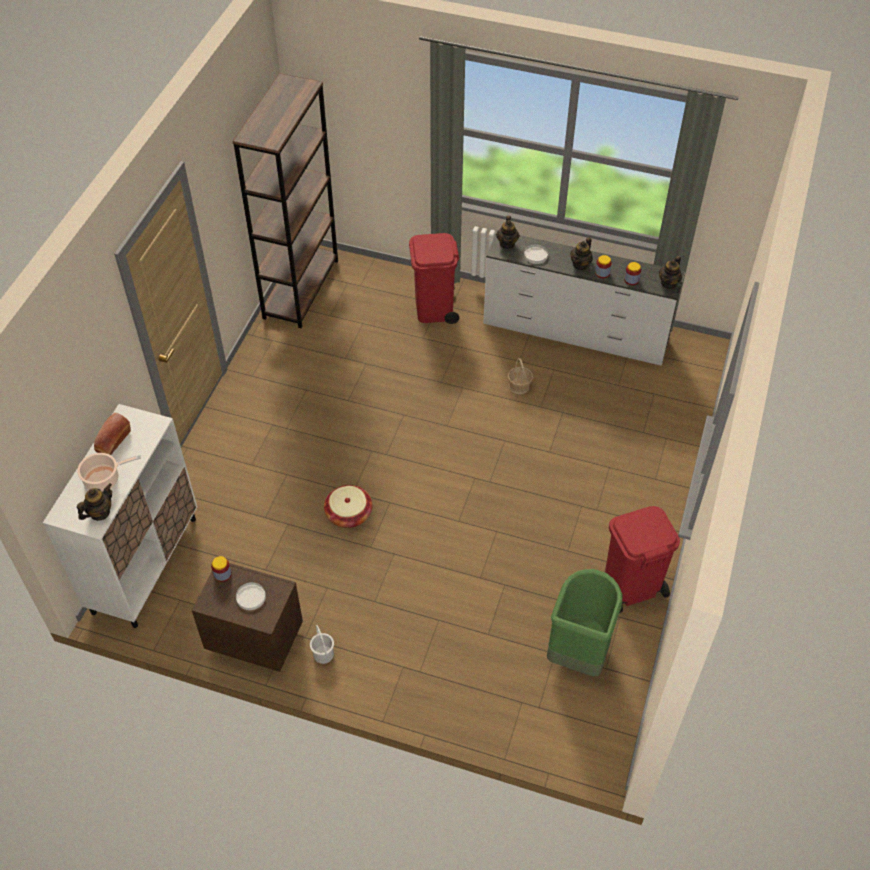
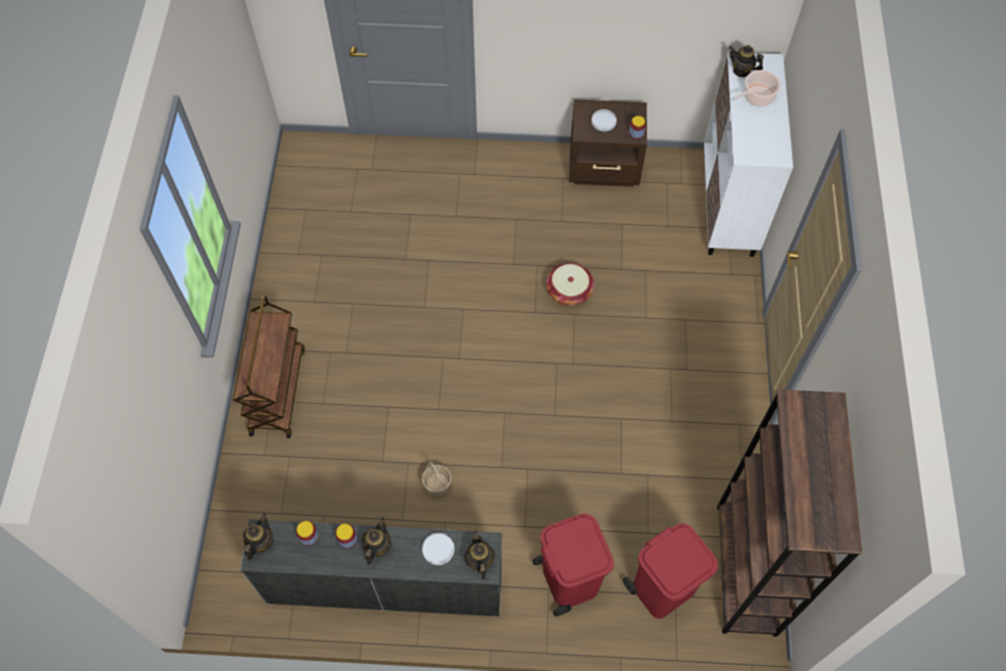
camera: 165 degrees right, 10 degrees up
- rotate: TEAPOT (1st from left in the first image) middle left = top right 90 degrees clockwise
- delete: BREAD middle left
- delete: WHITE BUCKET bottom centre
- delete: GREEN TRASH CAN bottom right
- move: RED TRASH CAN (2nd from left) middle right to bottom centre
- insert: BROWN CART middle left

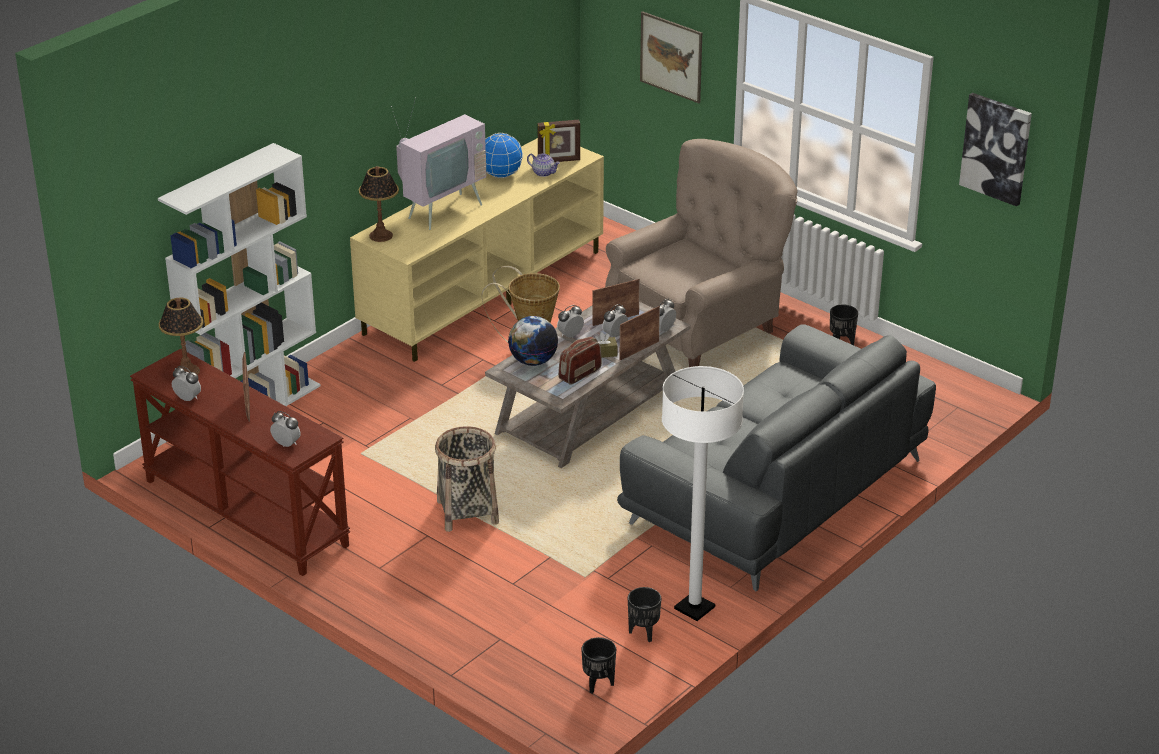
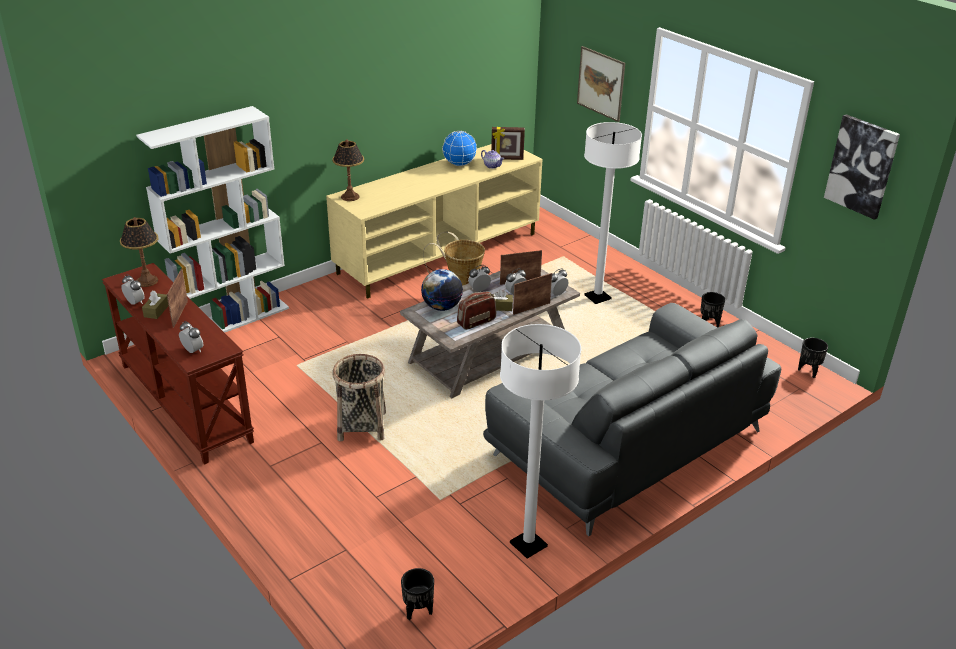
camera: 10 degrees right, 0 degrees up
- delete: TELEVISION top centre
- replace: BEIGE ARMCHAIR centre to WHITE FLOOR LAMP (2nd from left) top centre
- move: BLACK PLANTER (2nd from left in the first image) bottom centre to BLACK PLANTER (3rd from left) middle right
- insert: BROWN TISSUE BOX (1st from left) middle left

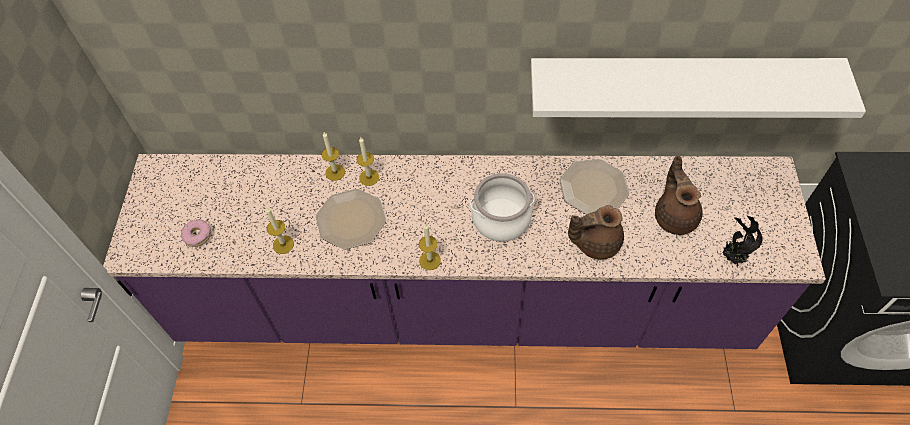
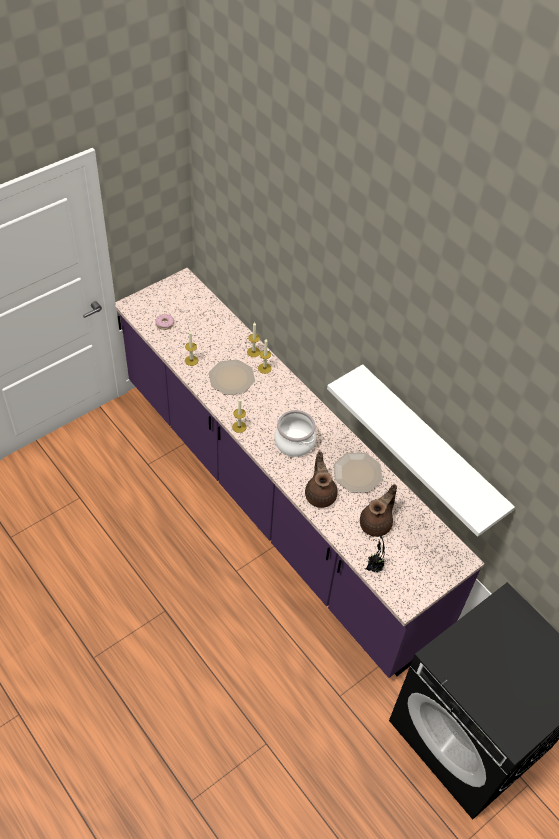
camera: 45 degrees right, 5 degrees down
- rotate: BROWN TEAPOT (1st from left) centre = centre 45 degrees clockwise

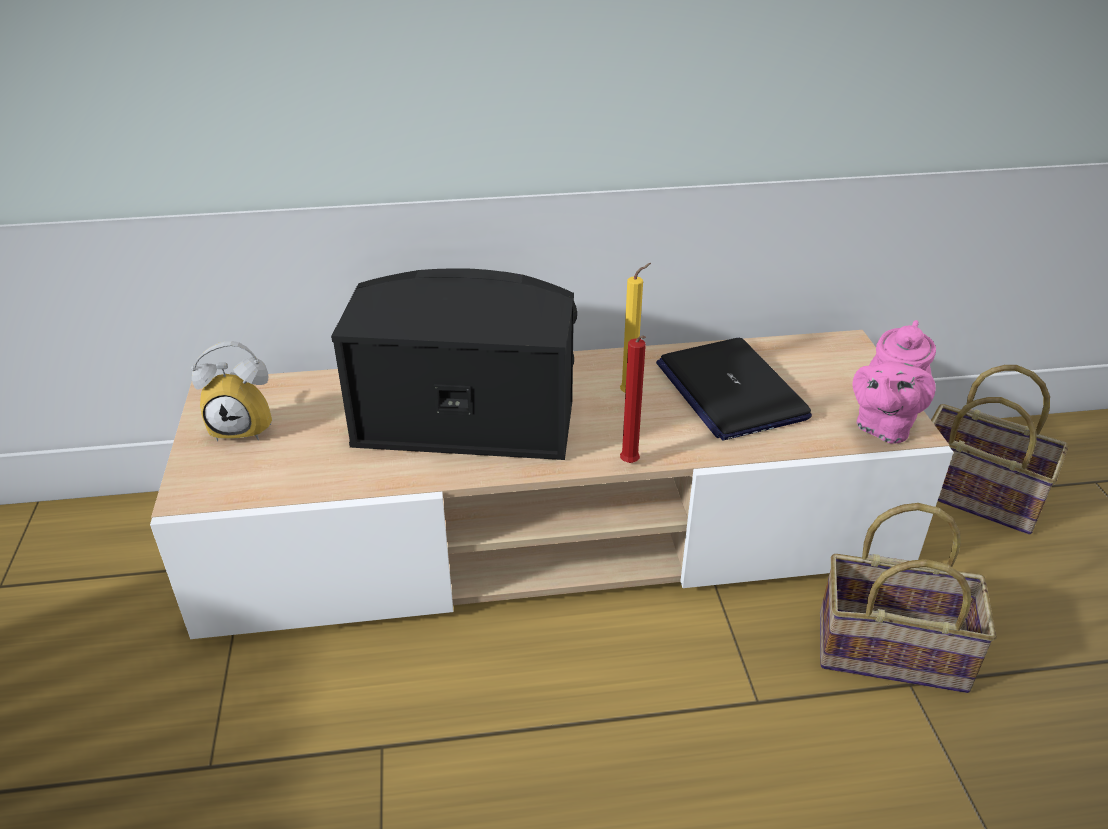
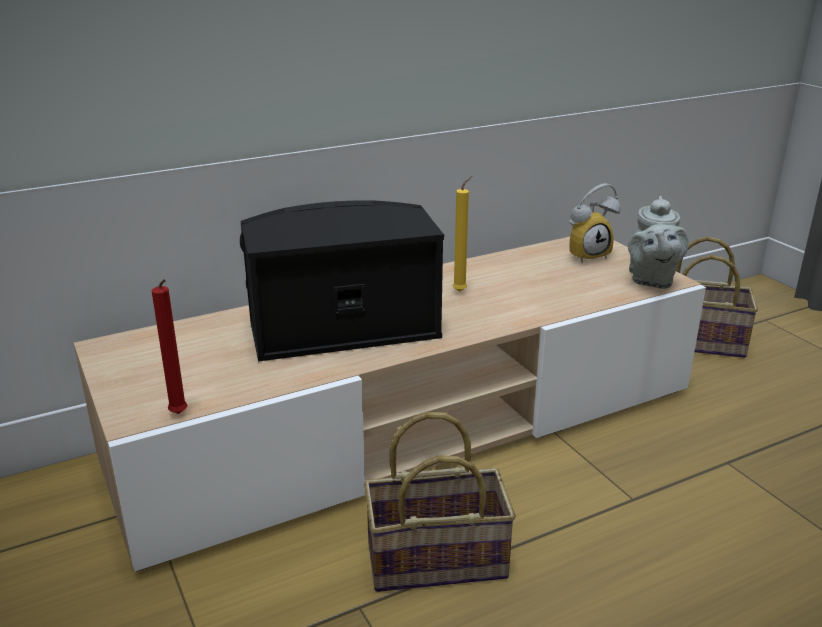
camera: 20 degrees left, 10 degrees down
- move: ALARM CLOCK middle left to middle right
- move: RED CANDLE centre to middle left
- delete: LAPTOP centre
- move: BASKET (1st from left) bottom right to bottom centre
- recolor: PINK TEAPOT middle right to GREY TEAPOT middle right

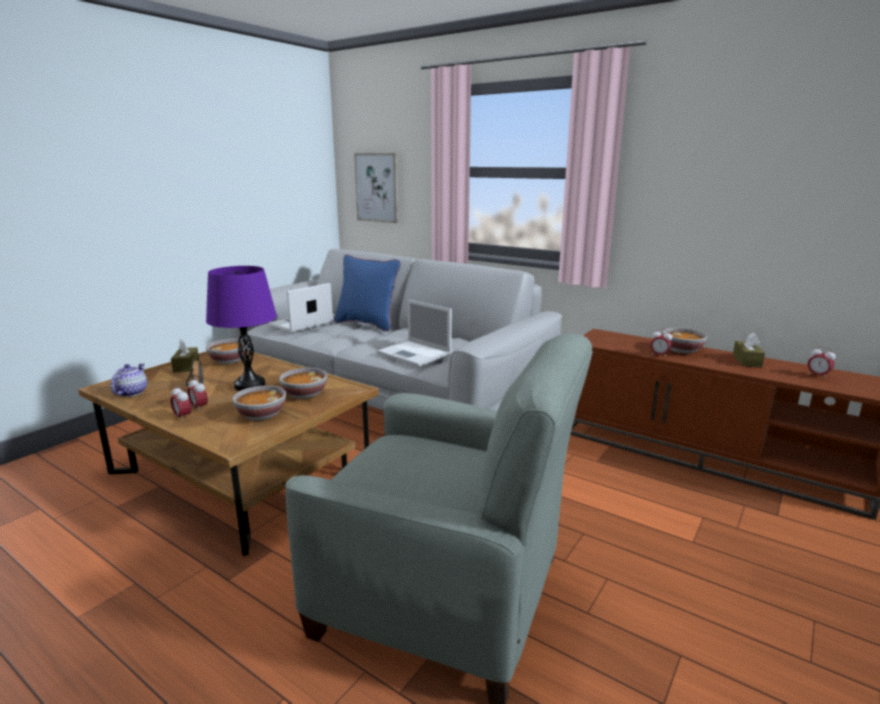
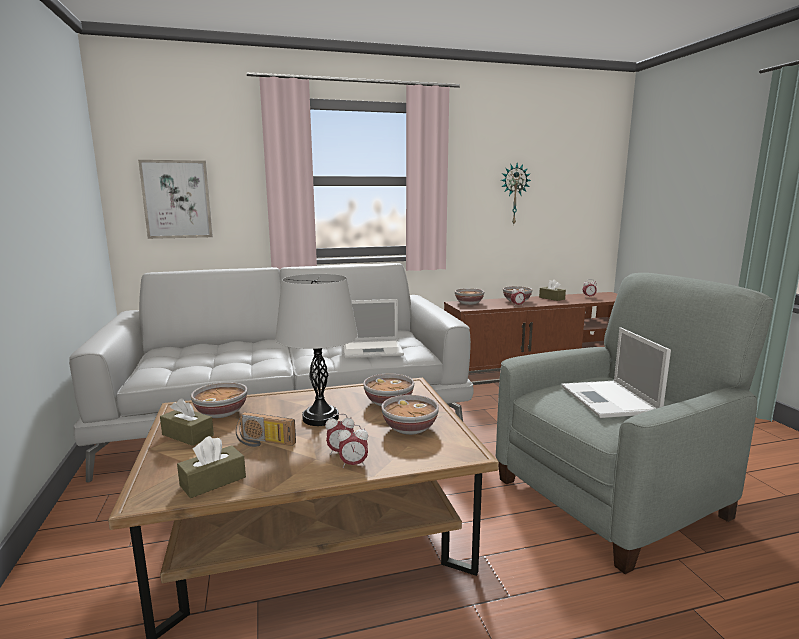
camera: 50 degrees left, 5 degrees down
- replace: TEAPOT middle left to BROWN TISSUE BOX (2nd from left) bottom left
- recolor: PURPLE TABLE LAMP middle left to GREY TABLE LAMP centre
- move: LAPTOP (1st from left in the first image) centre to LAPTOP (2nd from left) middle right
- delete: BLUE PILLOW centre
- insert: BOWL (4th from left) centre
- insert: WALL CLOCK top centre

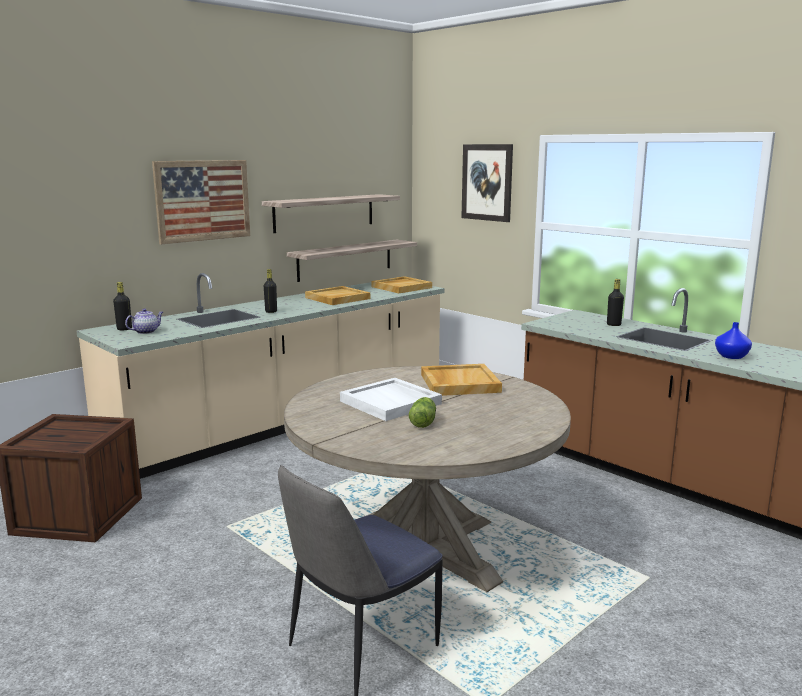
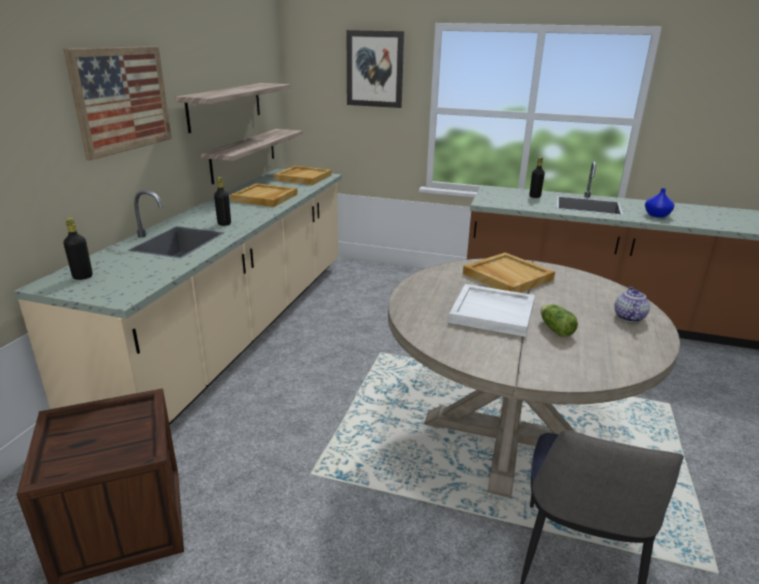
camera: 30 degrees left, 10 degrees up
- move: TEAPOT middle left to middle right

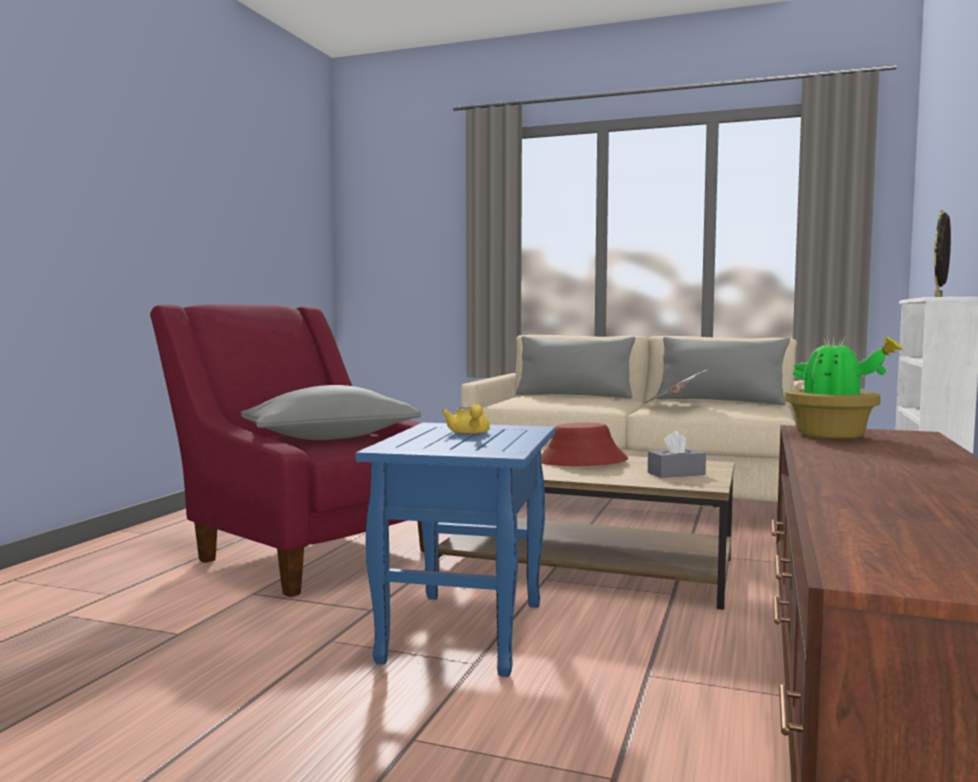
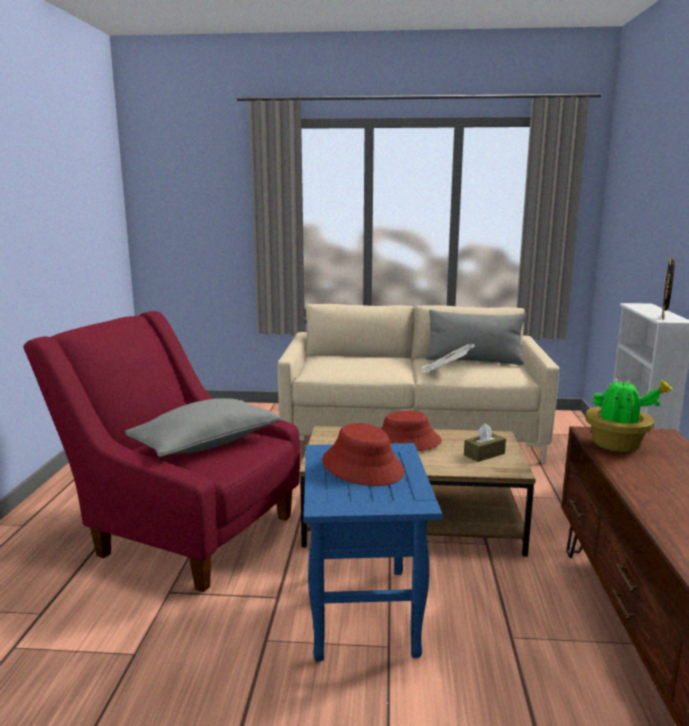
camera: 15 degrees left, 10 degrees up
- replace: YELLOW TEAPOT centre to RED HAT (1st from left) centre
- delete: GREY PILLOW (2nd from left) centre
- recolor: GREY TISSUE BOX middle right to BROWN TISSUE BOX middle right

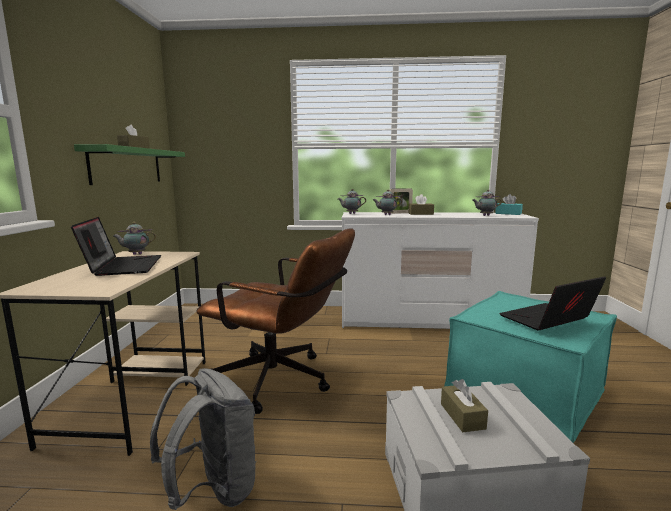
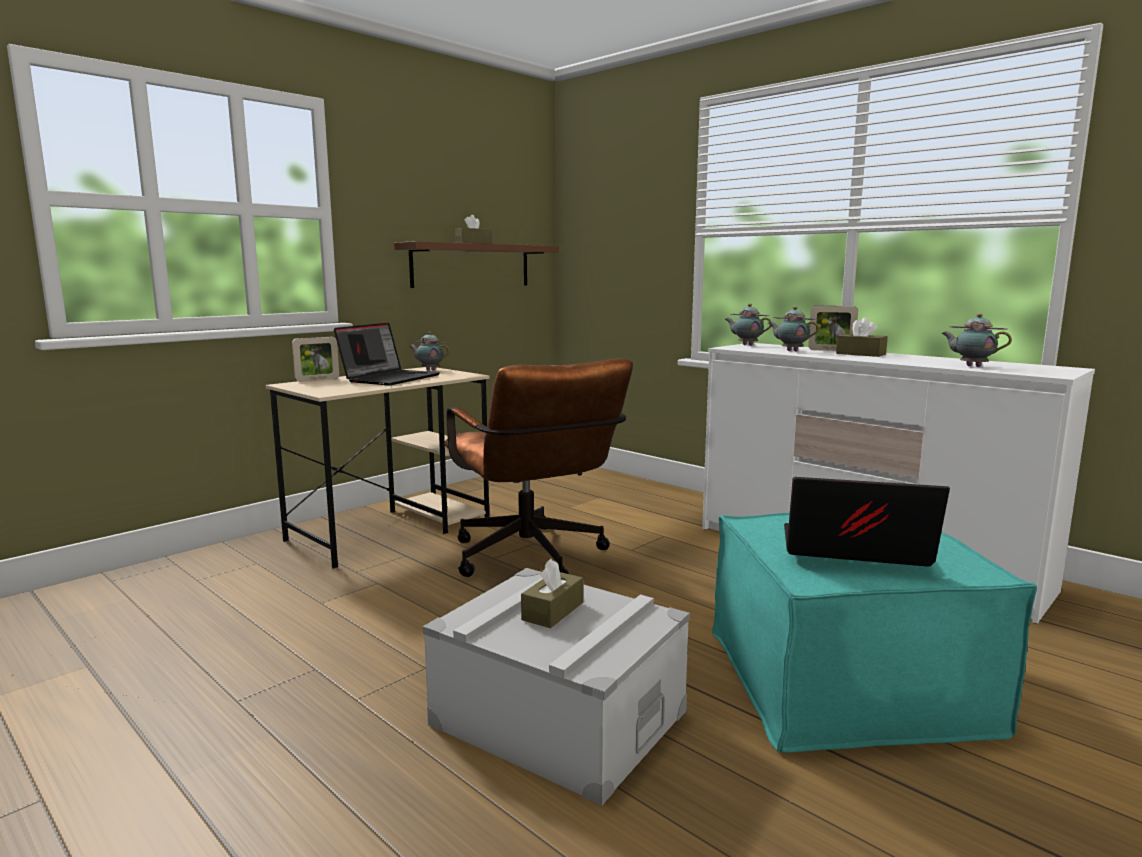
camera: 40 degrees right, 0 degrees up
- recolor: GREEN SHELF top left to BROWN SHELF top centre
- delete: GREY BACKPACK bottom left
- delete: TURQUOISE TISSUE BOX middle right
- insert: PICTURE FRAME (1st from left) middle left

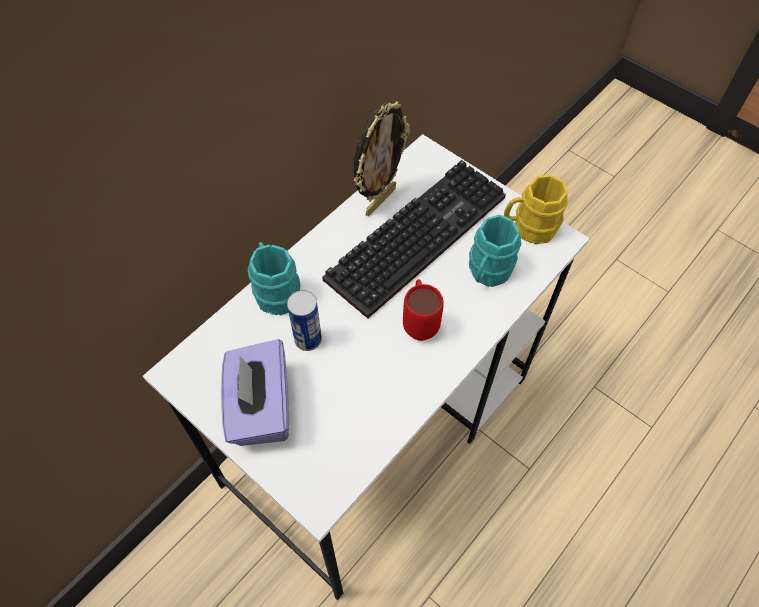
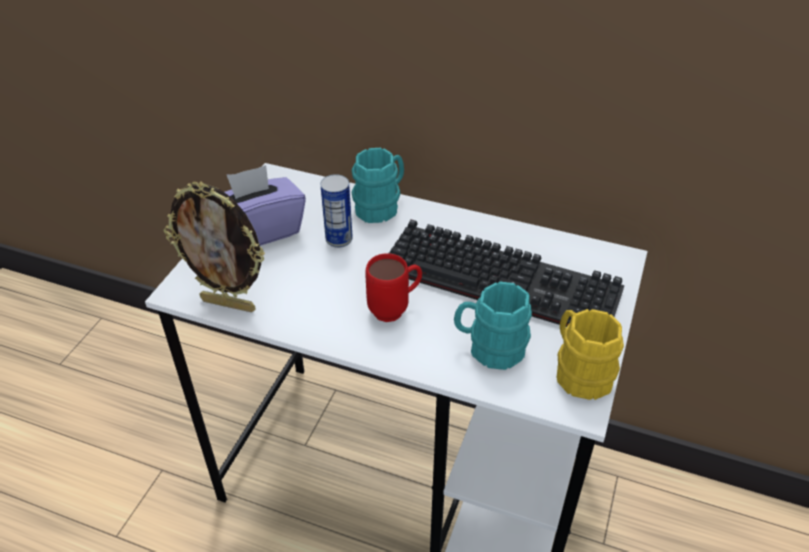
camera: 70 degrees right, 15 degrees down
- move: PICTURE FRAME top centre to middle left

